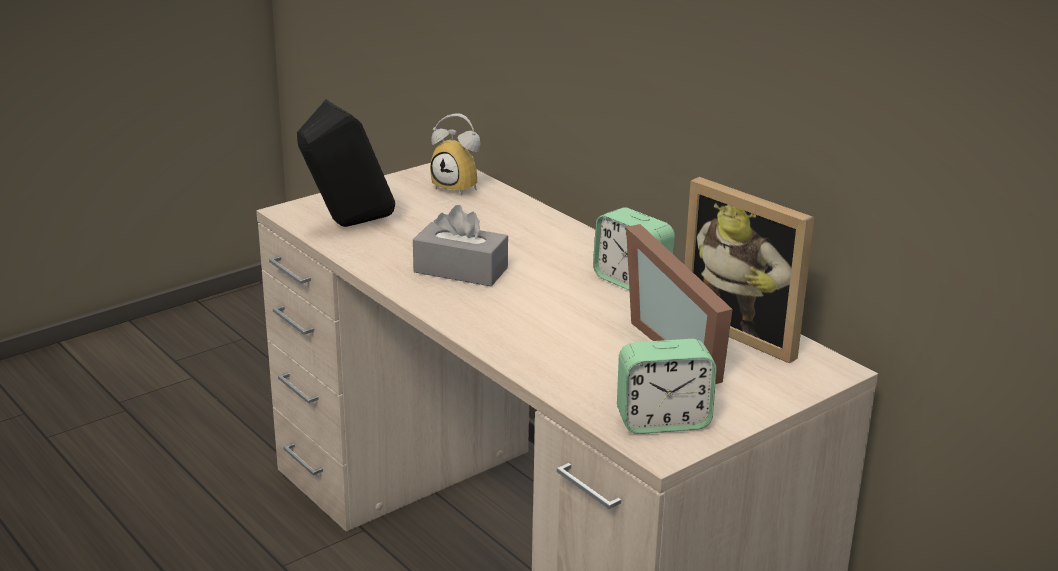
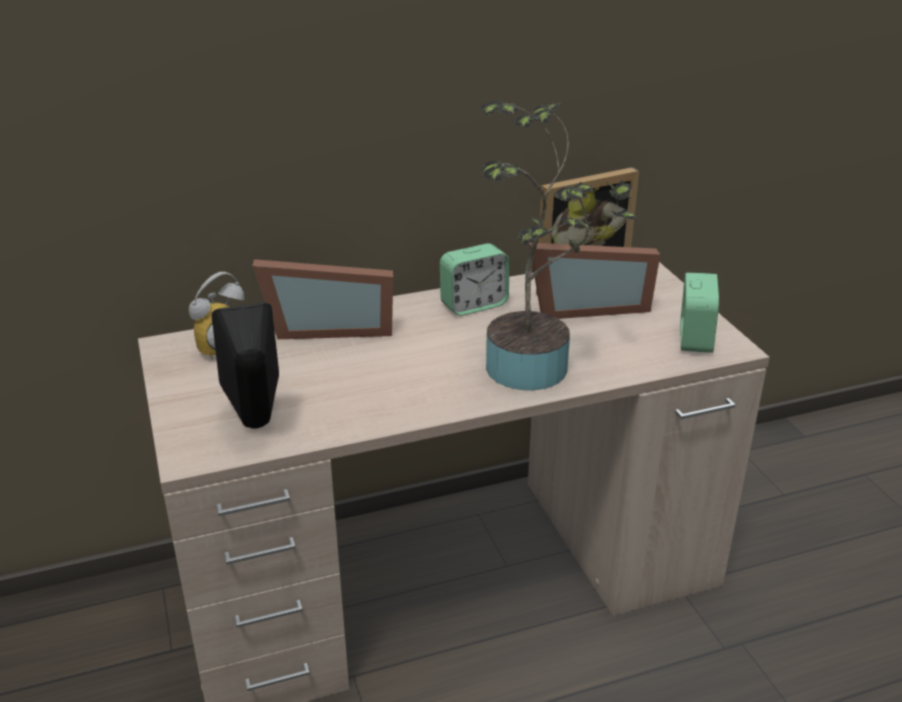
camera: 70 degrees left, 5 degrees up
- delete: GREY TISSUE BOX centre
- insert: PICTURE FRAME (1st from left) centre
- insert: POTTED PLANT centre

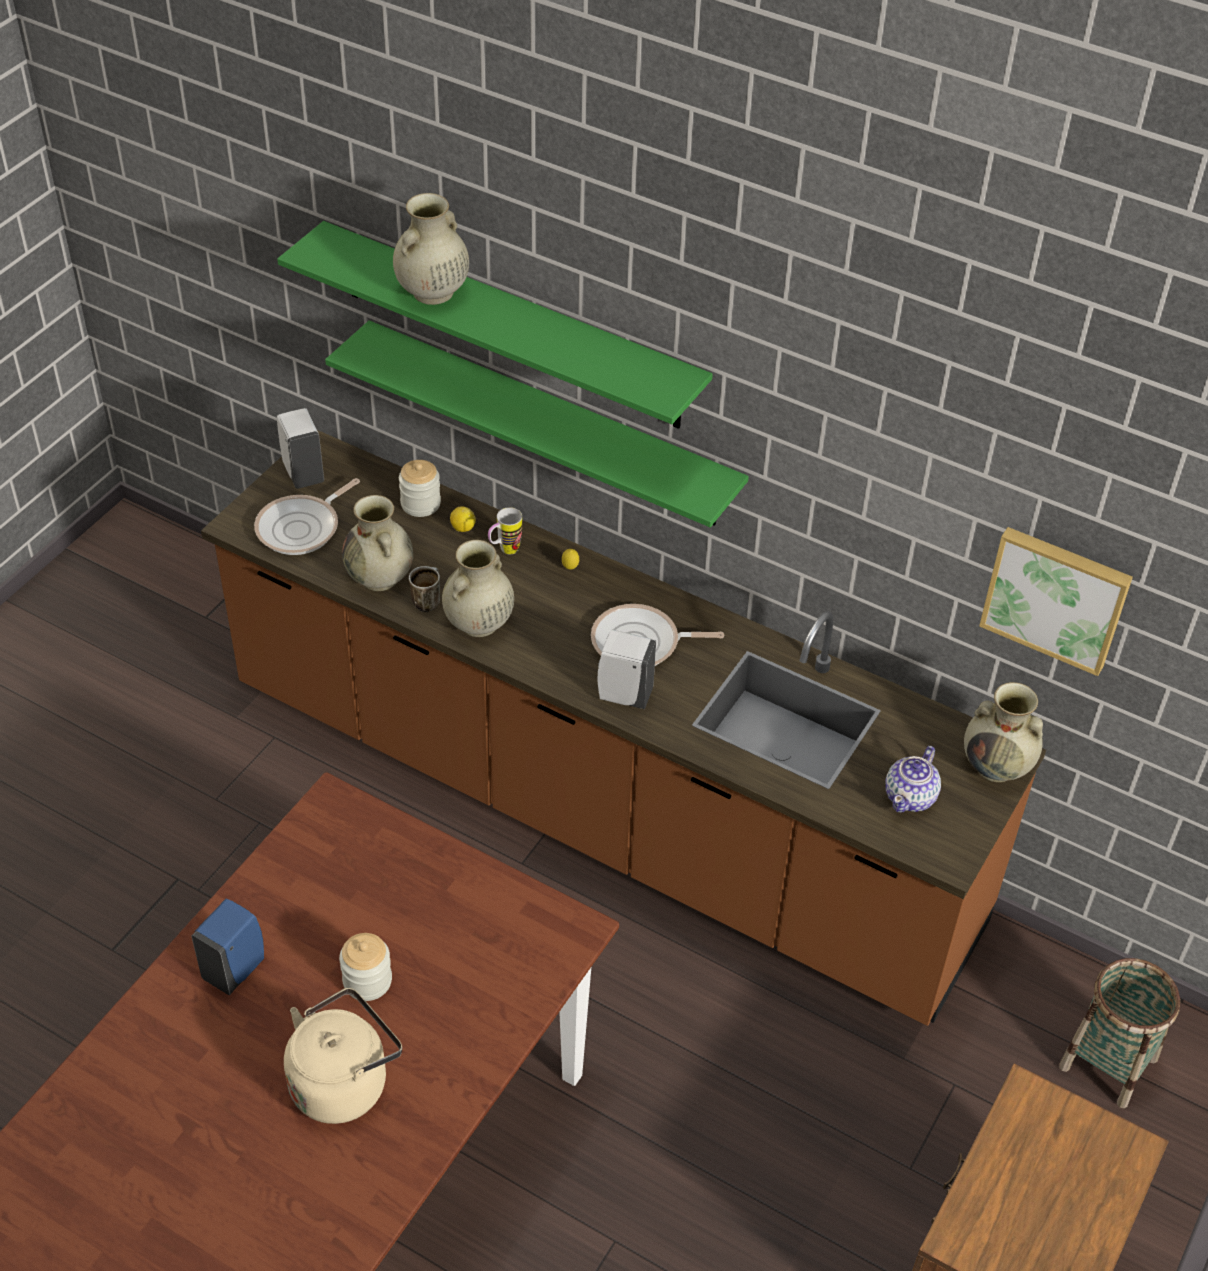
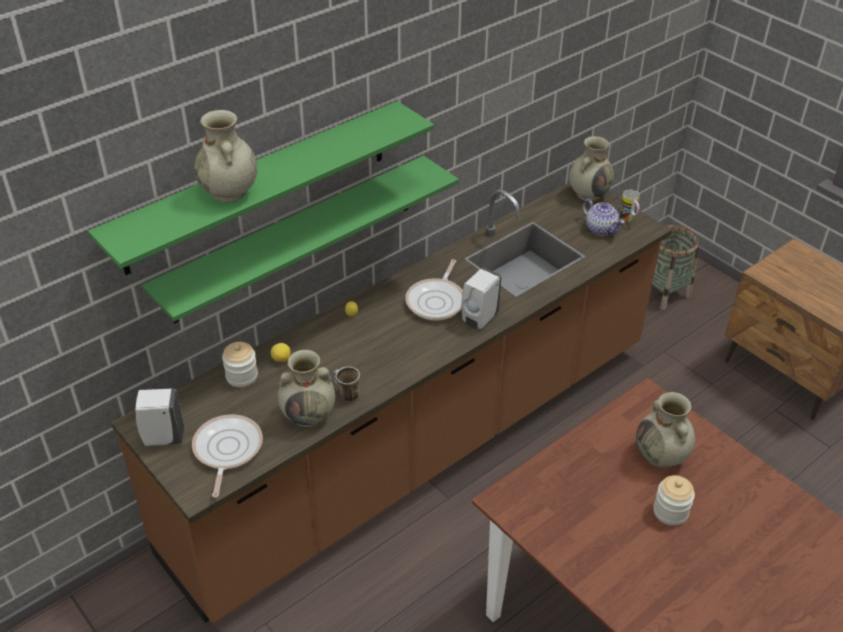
camera: 70 degrees left, 5 degrees down
- delete: BLUE SOAP DISPENSER bottom left
- rotate: FRYING PAN (1st from left) middle left = bottom left 150 degrees counterclockwise
- delete: BEIGE KETTLE bottom left
- move: BEIGE VASE (3rd from left in the first image) centre to BEIGE VASE (4th from left) bottom right
- move: MUG (2nd from left) centre to top right
- delete: PICTURE middle right

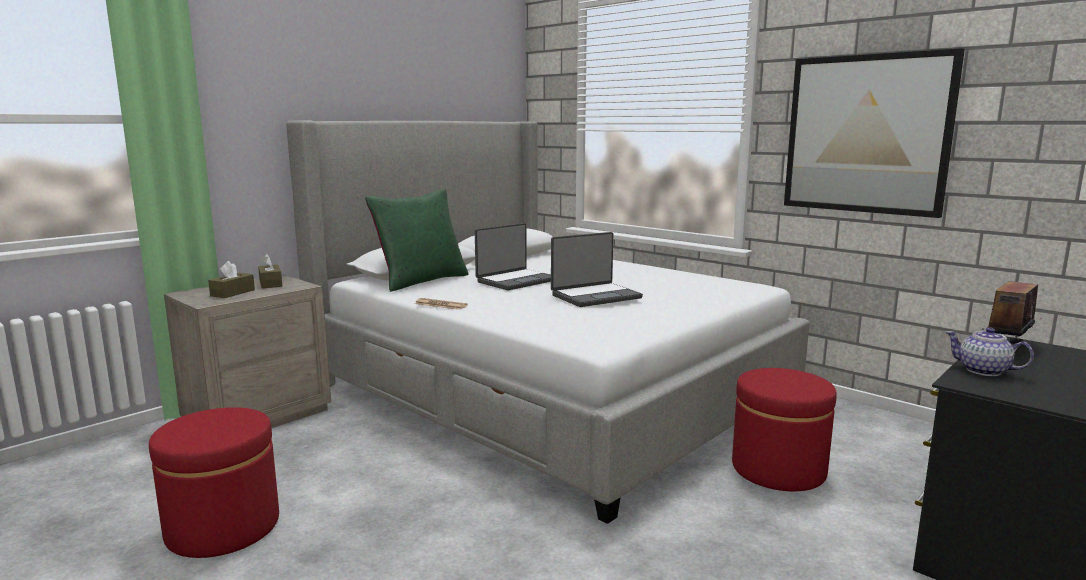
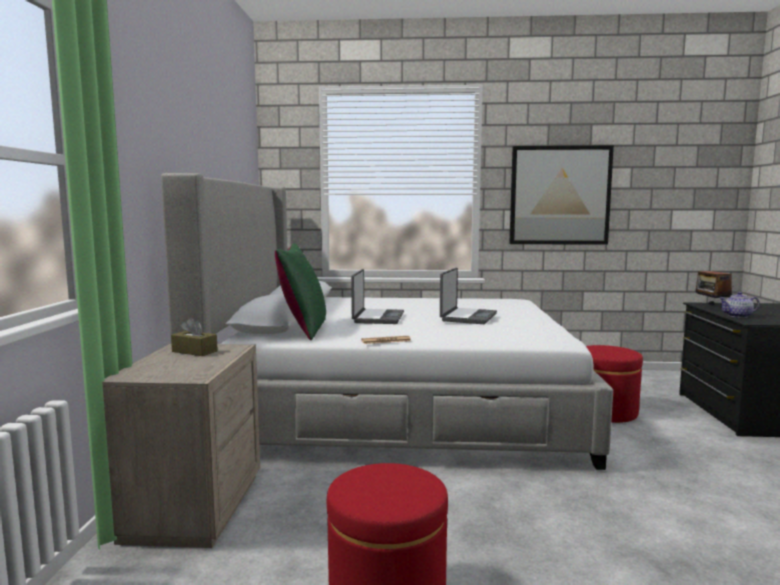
camera: 40 degrees left, 5 degrees down
- delete: BROWN TISSUE BOX (1st from left) middle left

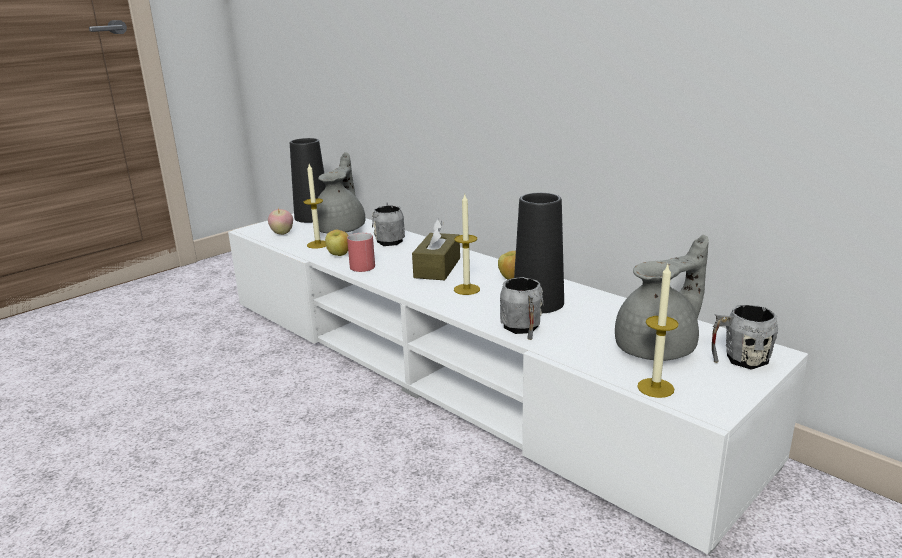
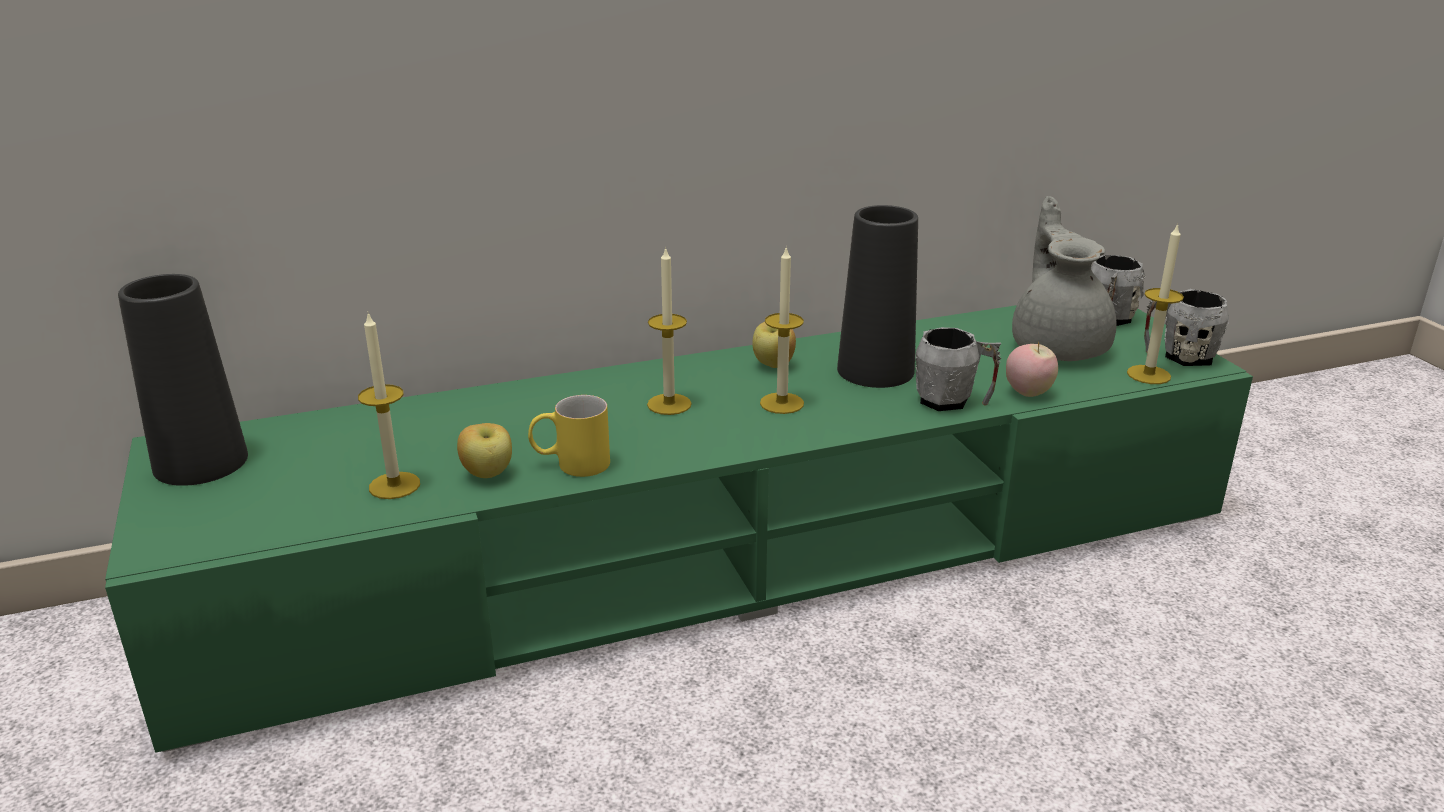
camera: 65 degrees left, 5 degrees up
- recolor: WHITE TV STAND bottom centre to GREEN TV STAND centre
- move: APPLE (1st from left in the first image) middle left to APPLE (3rd from left) middle right
- delete: GREY TEAPOT (1st from left) centre
- recolor: RED MUG centre to YELLOW MUG centre
- move: GREY MUG (1st from left in the first image) centre to GREY MUG (3rd from left) middle right
- replace: BROWN TISSUE BOX centre to CANDLE (2nd from left) centre

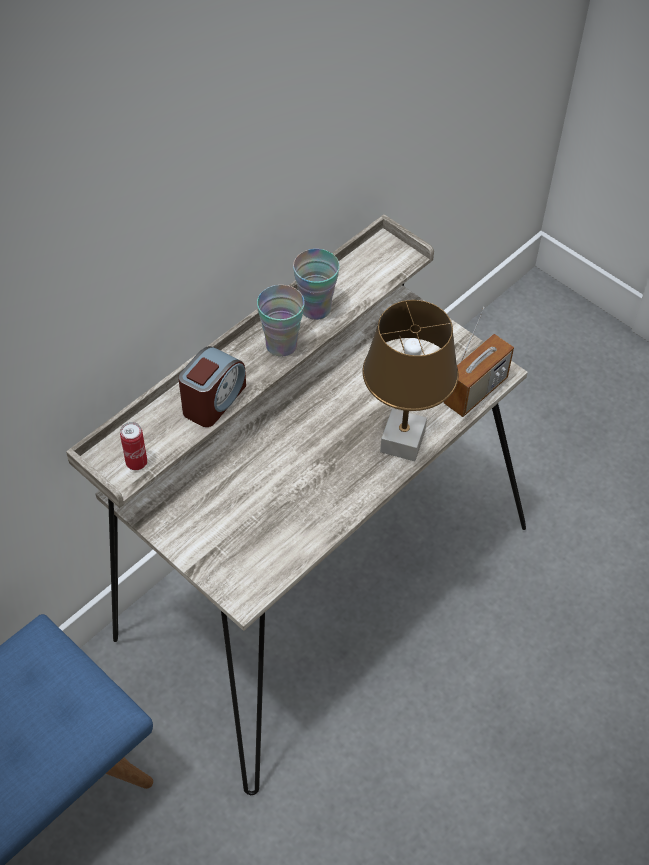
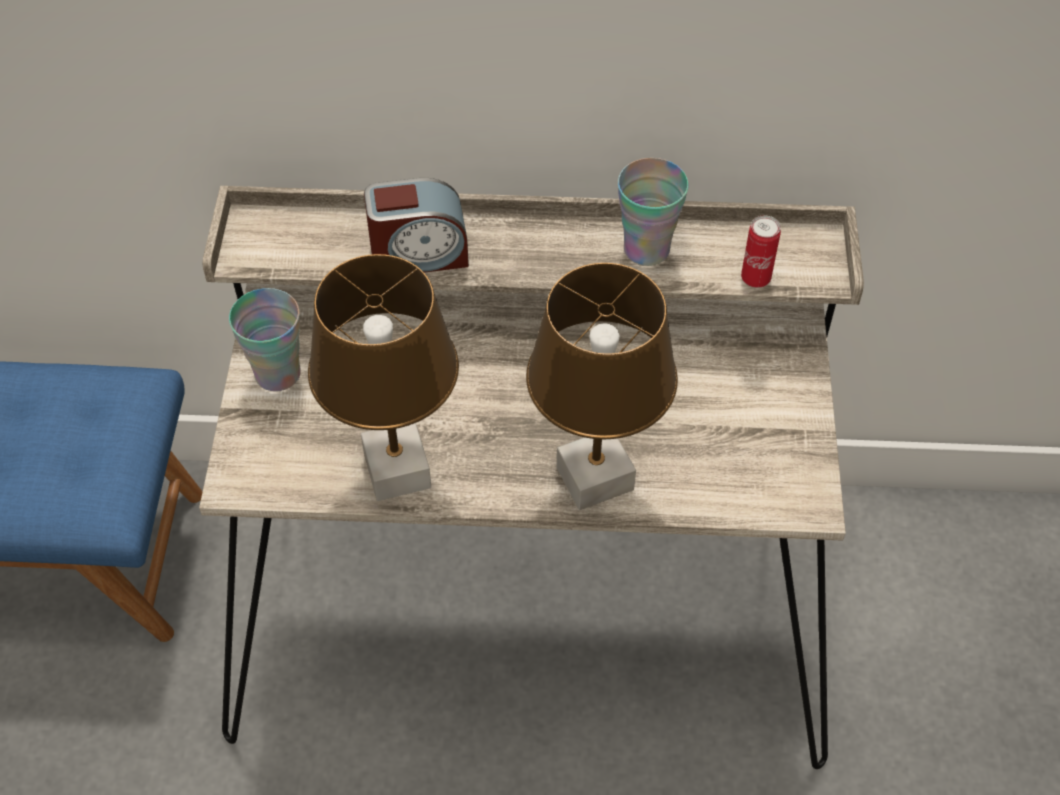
camera: 50 degrees right, 0 degrees up
- move: CAN middle left to top right
- move: CUP (1st from left) centre to middle left
- delete: RADIO middle right
- insert: BROWN TABLE LAMP (1st from left) centre

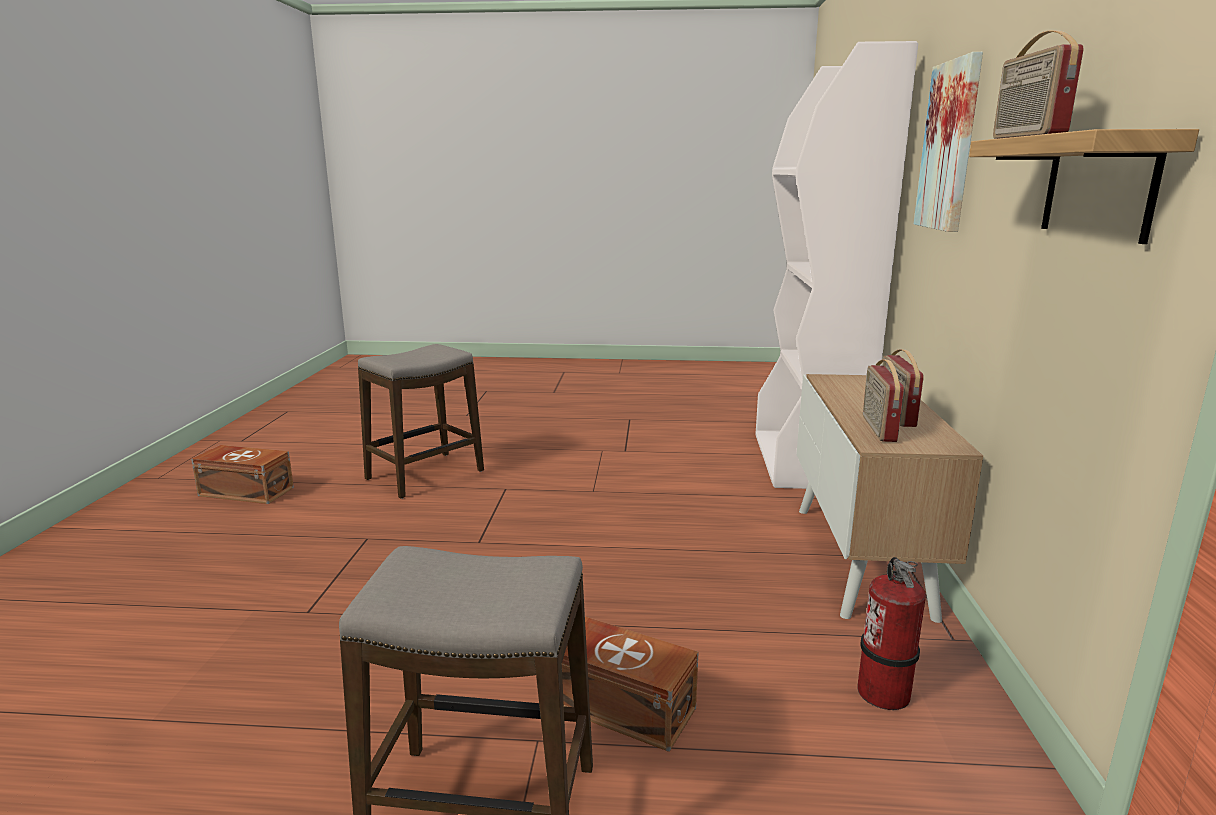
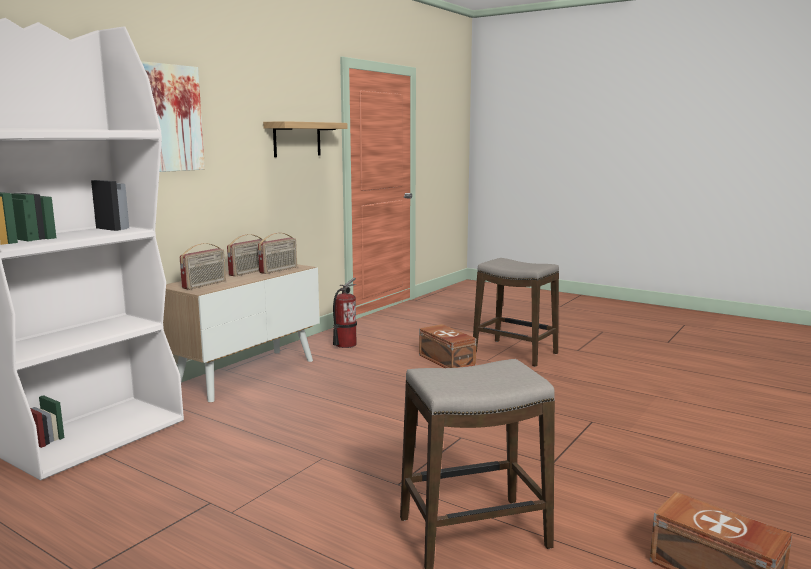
camera: 150 degrees left, 5 degrees down
- move: RADIO (3rd from left in the first image) top right to RADIO (1st from left) middle left

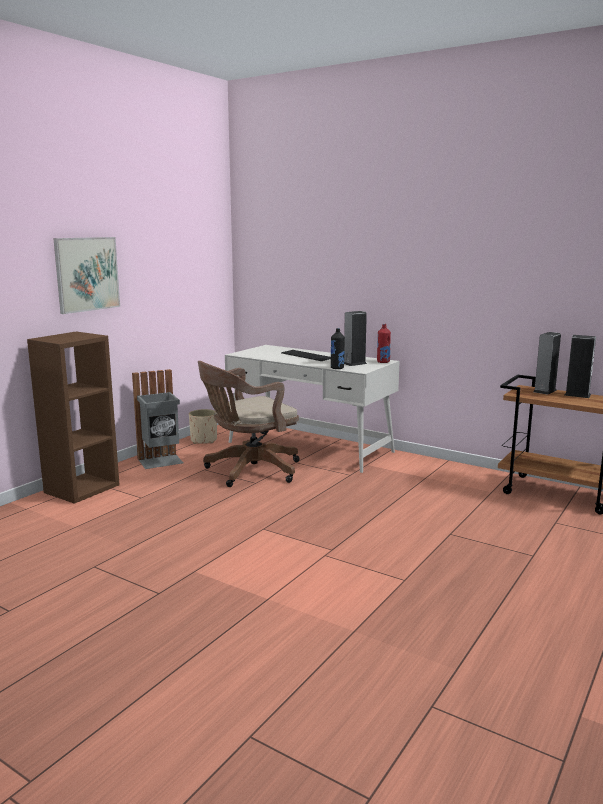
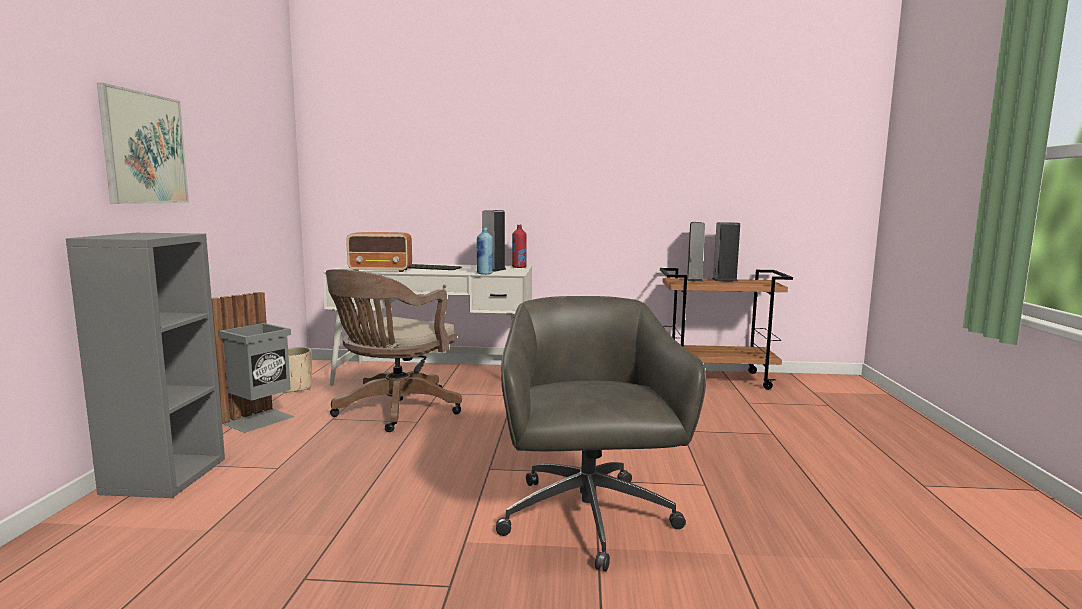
camera: 30 degrees left, 5 degrees down
- recolor: BROWN BOOKCASE middle left to GREY BOOKCASE middle left
- recolor: BLACK BOTTLE centre to BLUE BOTTLE centre
- insert: RADIO centre
- insert: GREY OFFICE CHAIR bottom centre

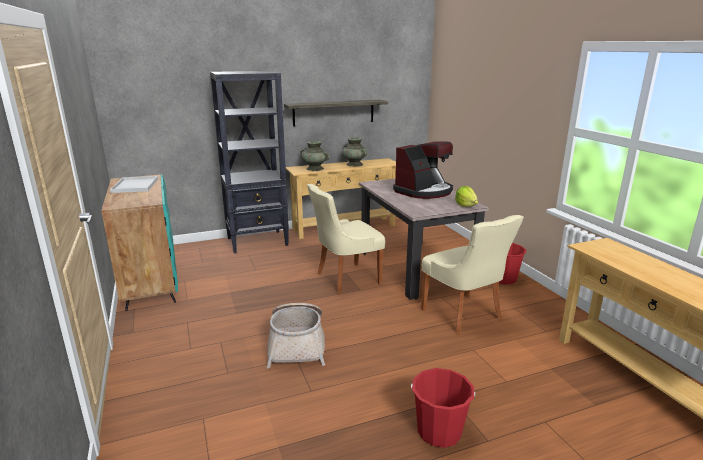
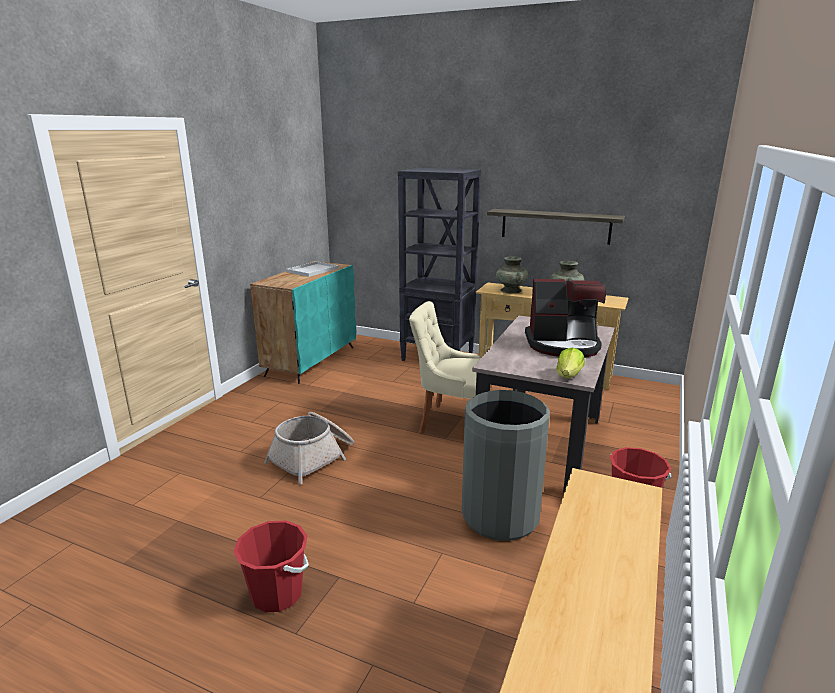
camera: 45 degrees right, 0 degrees up
- replace: BEIGE CHAIR (2nd from left) middle right to GREY TRASH CAN bottom centre

